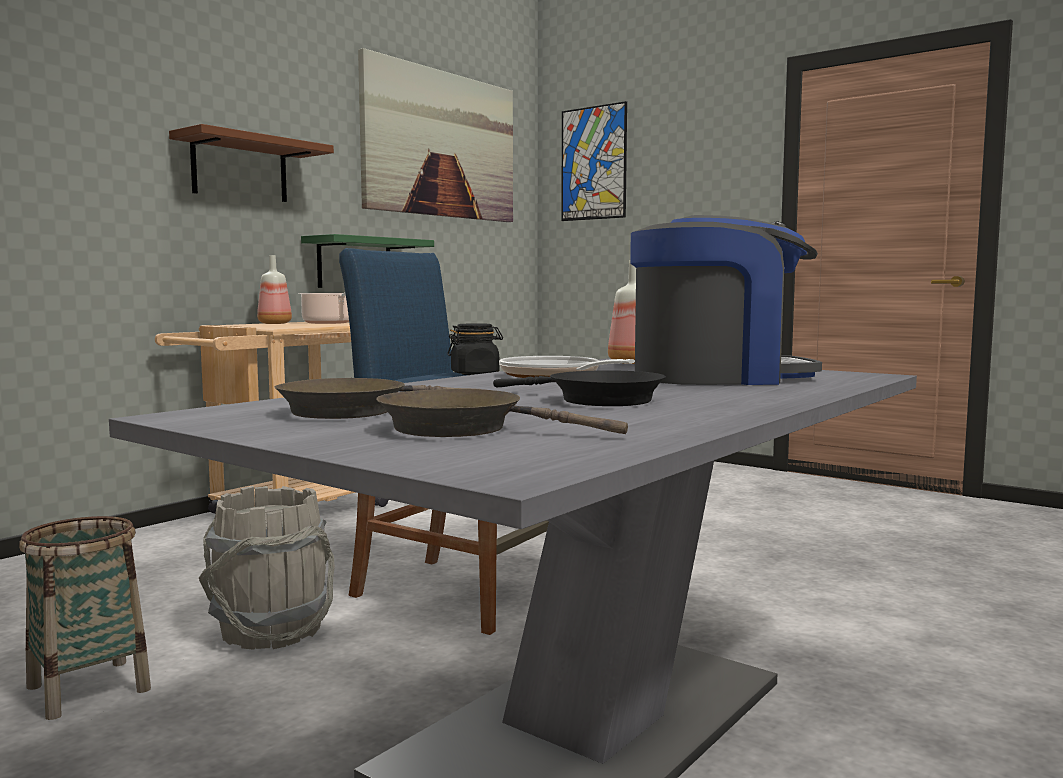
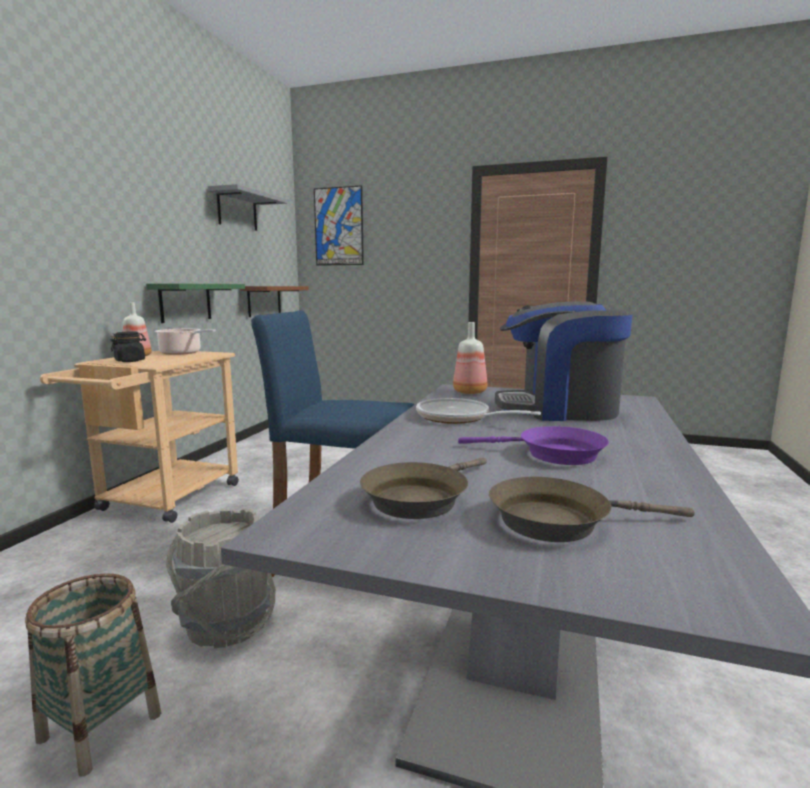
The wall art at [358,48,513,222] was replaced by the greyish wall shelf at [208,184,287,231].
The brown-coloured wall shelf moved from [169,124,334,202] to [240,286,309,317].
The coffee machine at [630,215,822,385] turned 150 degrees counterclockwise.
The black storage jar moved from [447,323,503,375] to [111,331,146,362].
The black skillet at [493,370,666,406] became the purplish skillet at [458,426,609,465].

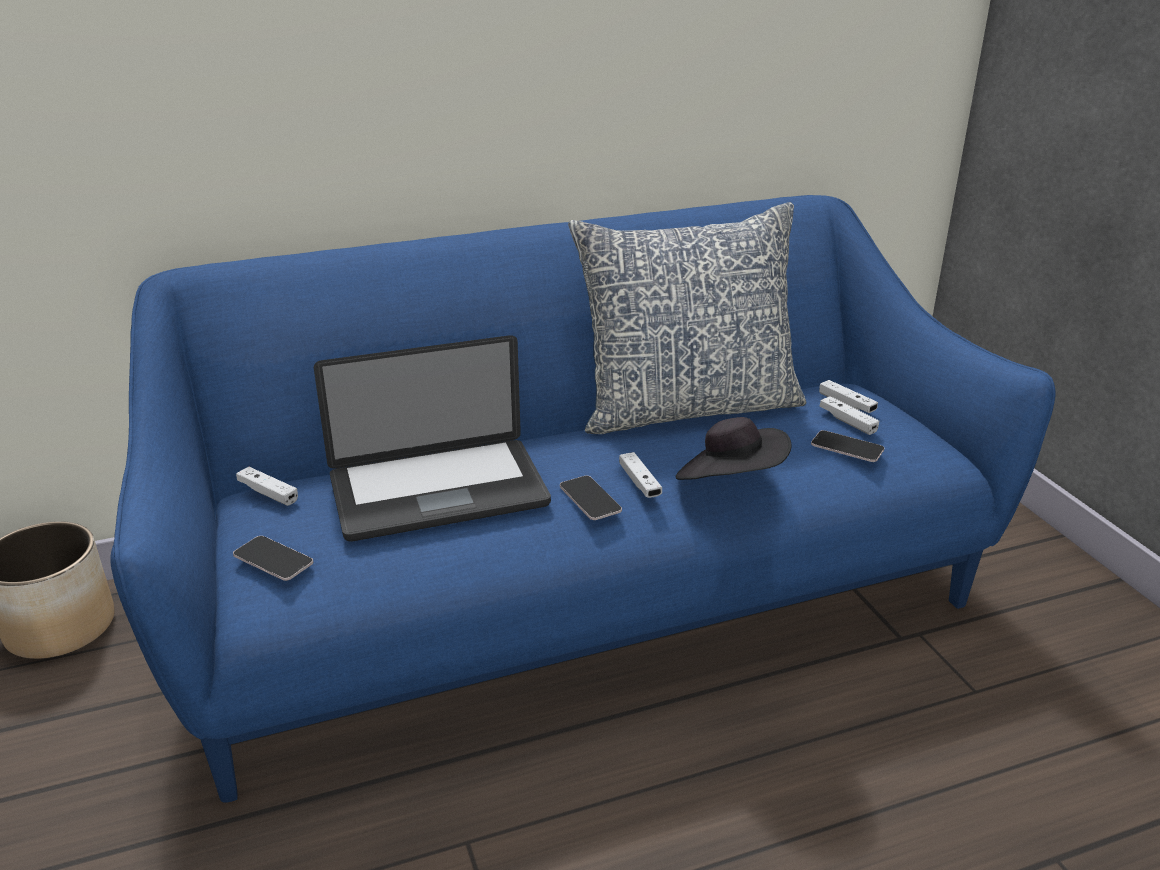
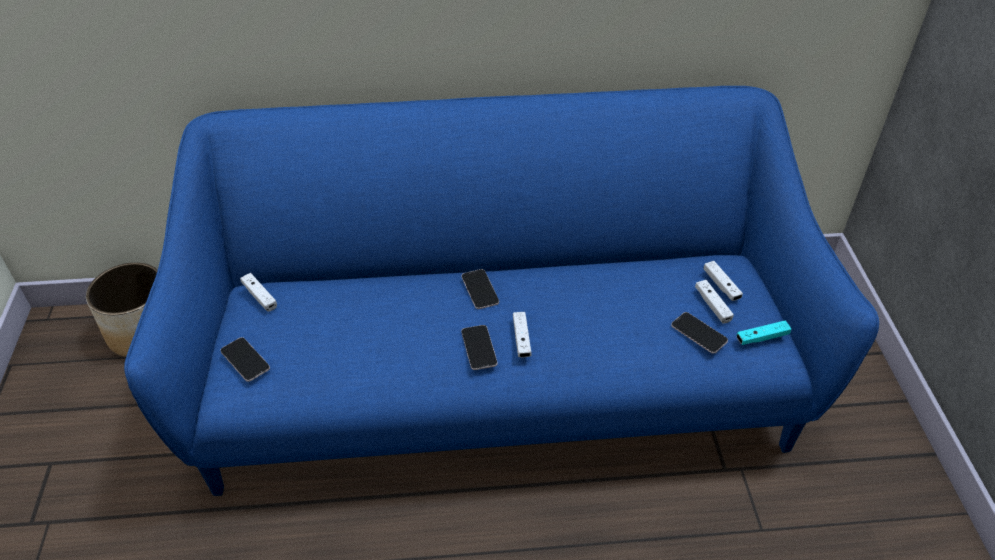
The cushion at [568,202,806,434] disappeared.
The portable computer at [314,335,551,542] disappeared.
The black clothing hat at [676,417,792,480] disappeared.
The phone at [461,269,499,309] appeared.
The blue-green joypad at [736,321,791,345] appeared.

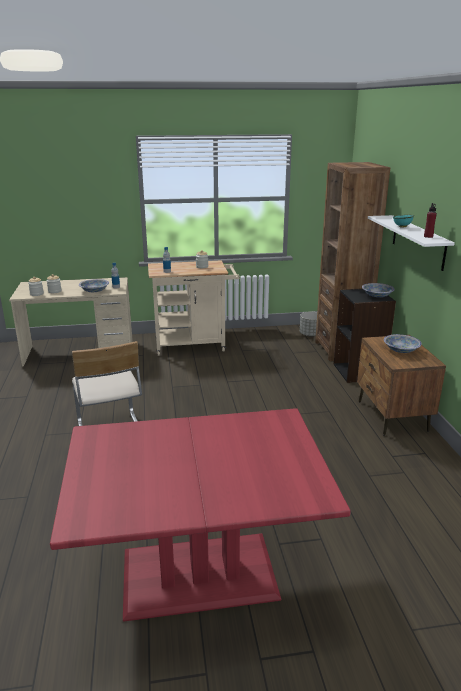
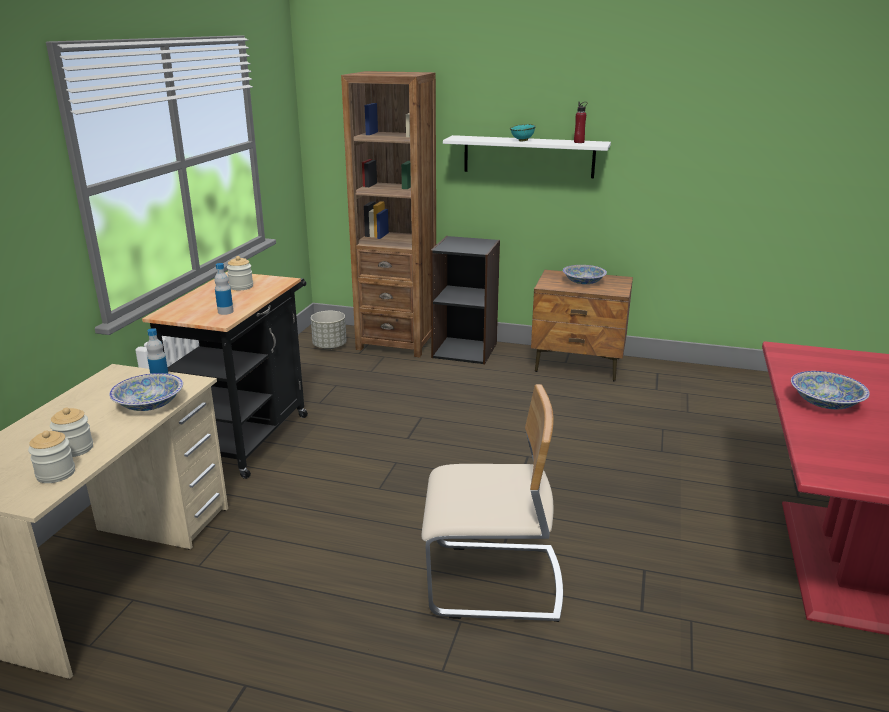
The beige-coloured wheeled cart at [148,260,240,356] became the black wheeled cart at [142,271,308,479].
The bowl moved from [362,283,395,297] to [791,371,870,409].

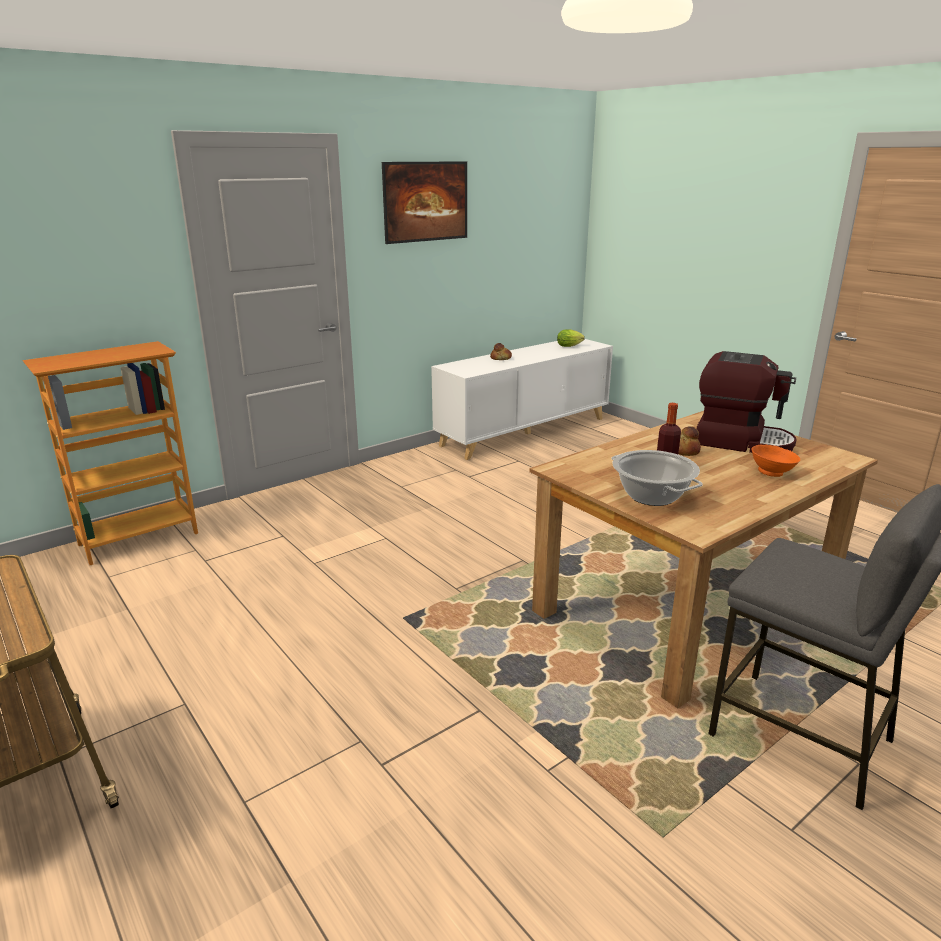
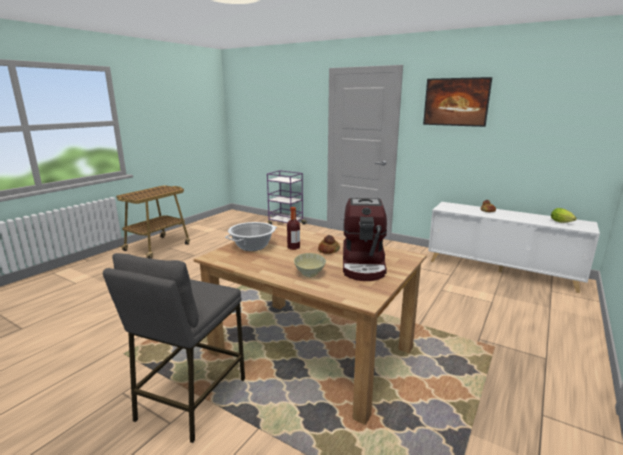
The bookcase at [22,341,198,565] was replaced by the purplish wheeled cart at [267,170,307,225].
The orange bowl at [751,445,800,477] became the beige-coloured bowl at [294,253,326,277].

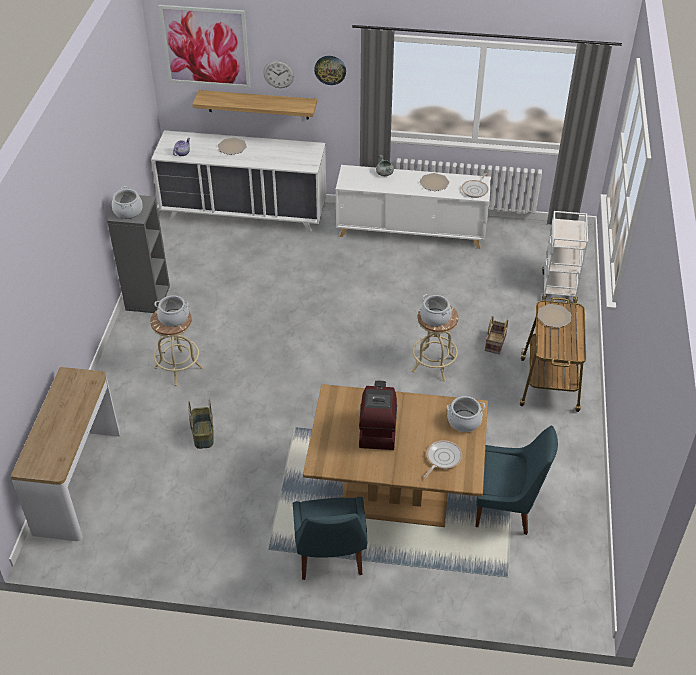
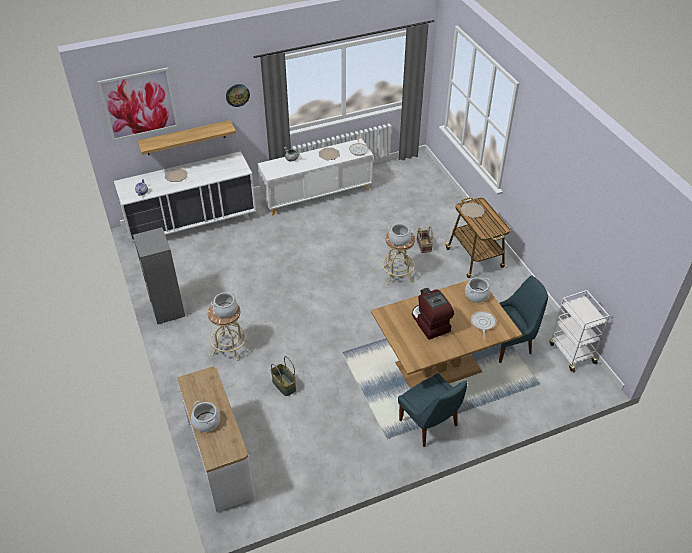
The clock on the wall at [263,60,294,88] disappeared.
The stockpot moved from [112,186,143,219] to [191,400,220,432].
The white-coloured wheeled cart moved from [542,211,588,304] to [549,290,610,373].

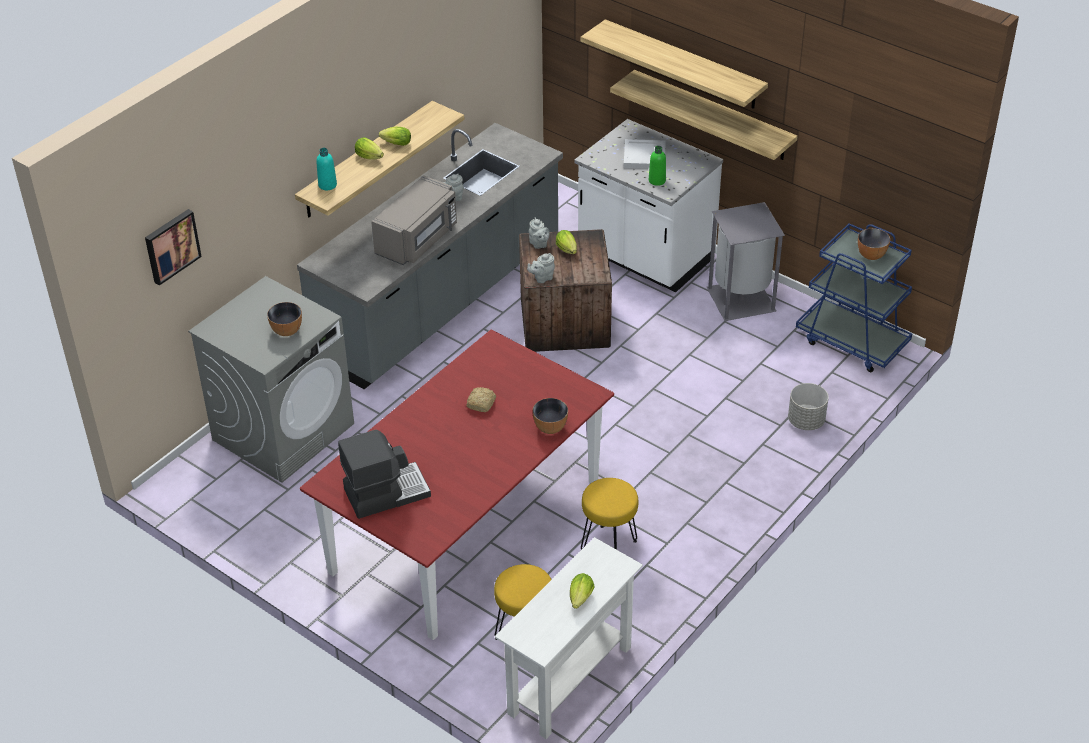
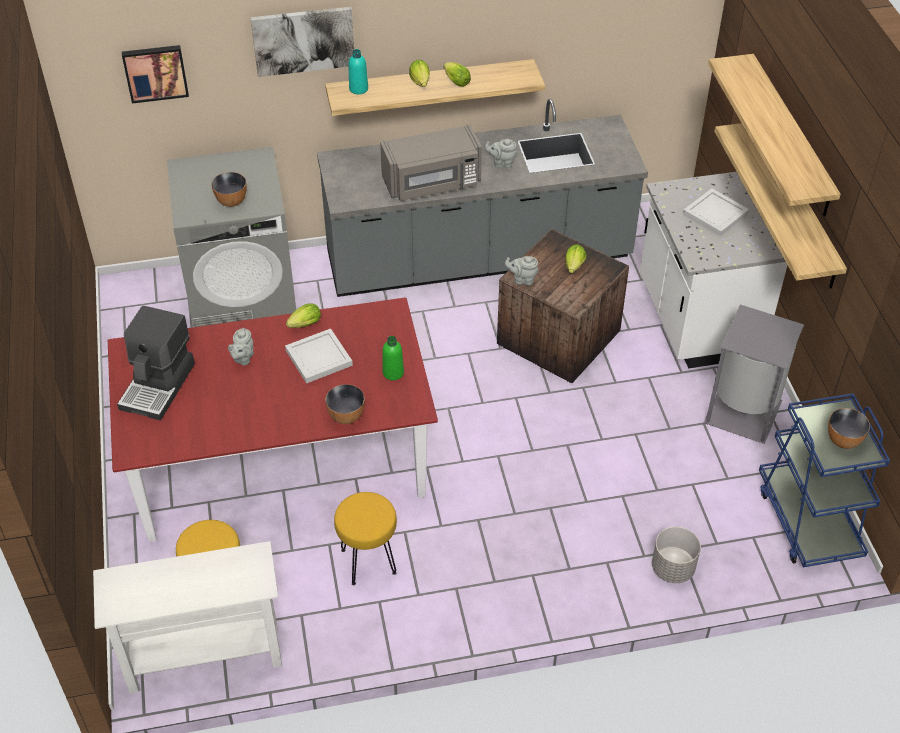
The green drink bottle moved from [649,146,666,186] to [383,336,404,381].
The greyish tea pot moved from [529,217,550,249] to [228,328,254,366].
The bakery bread at [467,387,496,412] was replaced by the white-coloured tray at [285,328,353,384].
The coffee machine at [338,430,431,519] turned 90 degrees clockwise.
The head of lettuce moved from [570,573,595,609] to [286,303,321,328].
The wall art at [250,6,354,77] appeared.

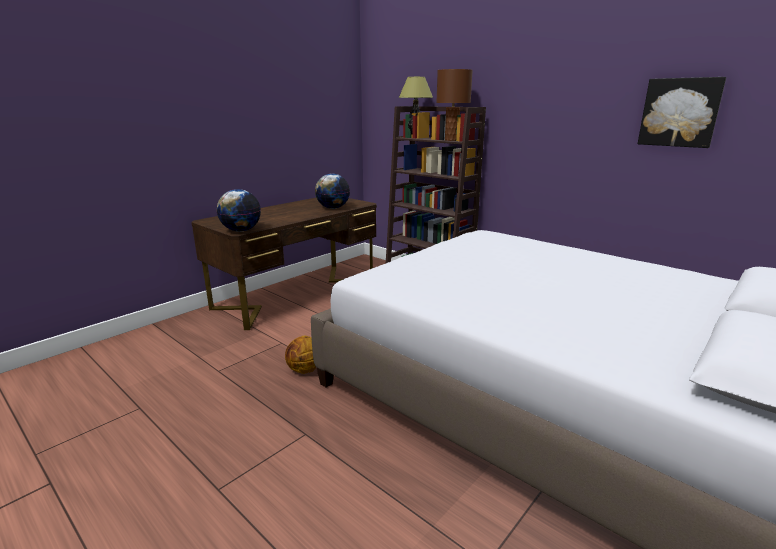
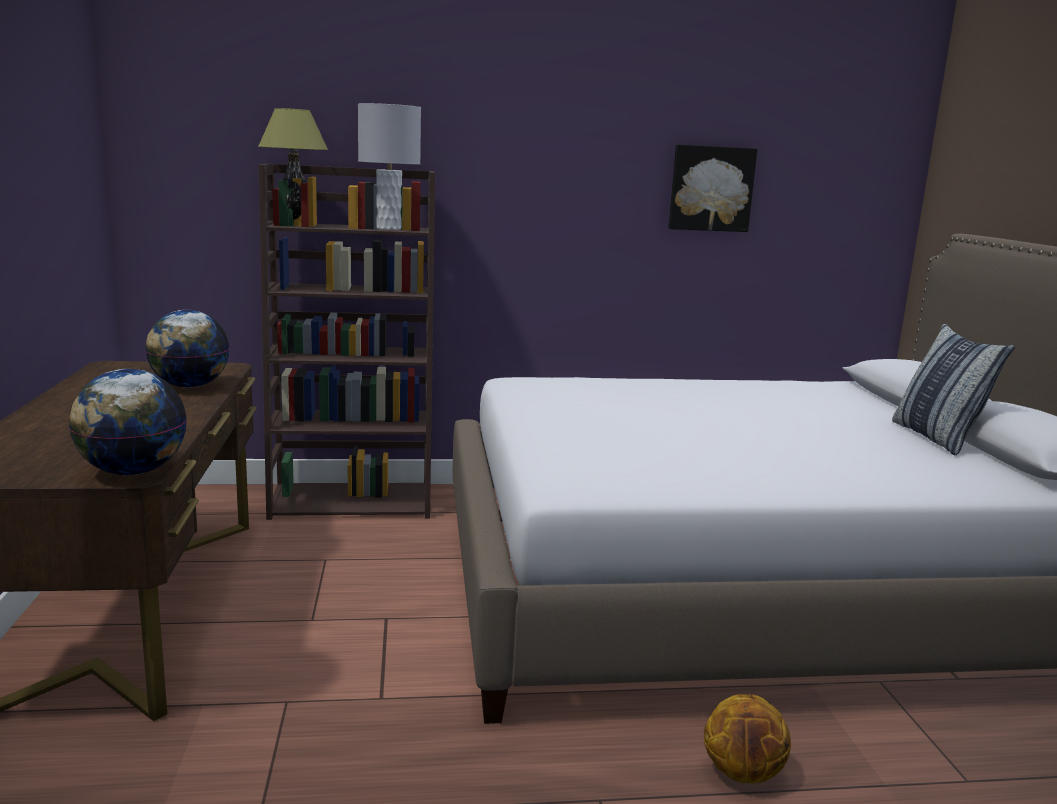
The brown-coloured table lamp at [436,69,473,141] became the greyish table lamp at [358,103,421,230].
The ball for basketball moved from [285,336,316,374] to [704,694,791,783].
The cushion at [892,324,1015,456] appeared.

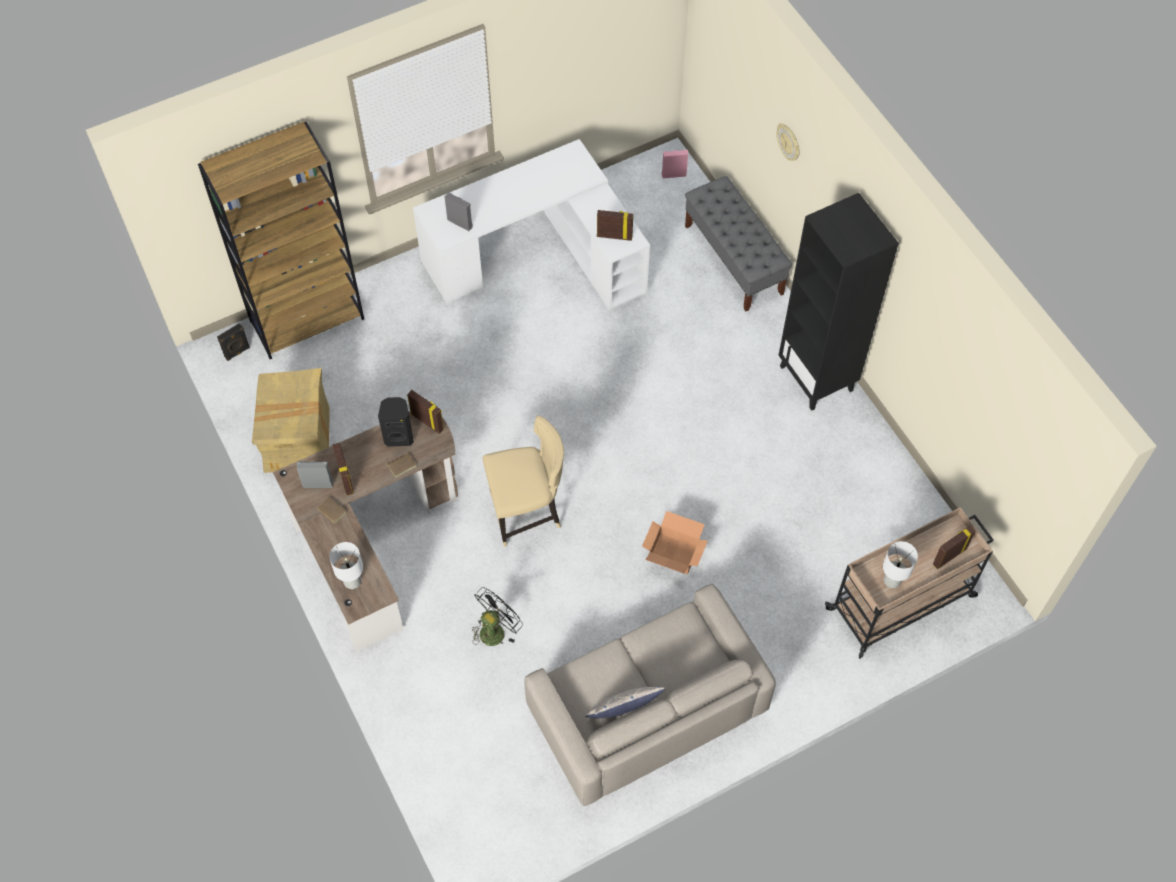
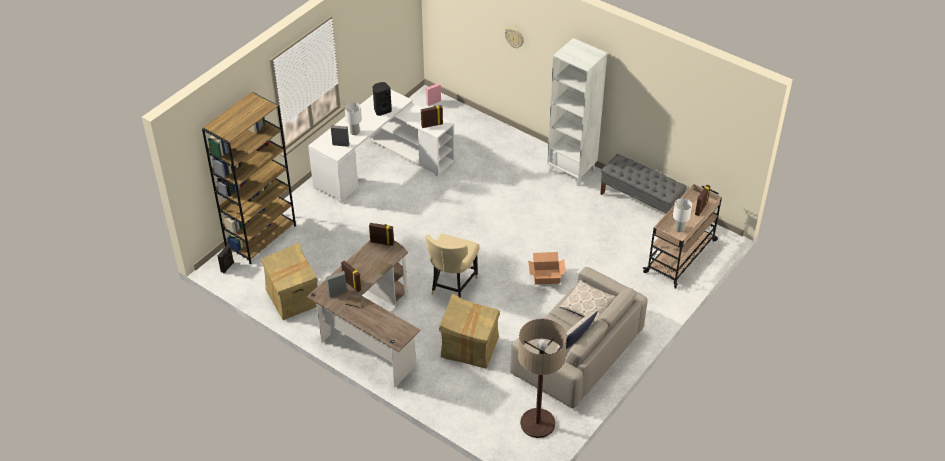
The greyish long seat moved from [685,176,792,311] to [600,154,687,213].
The black bookcase at [779,193,899,411] became the white-coloured bookcase at [547,38,607,187].
The black loudspeaker moved from [378,397,414,447] to [373,82,392,116].
The beige-coloured upright chair at [483,415,564,547] turned 150 degrees clockwise.
The white-coloured table lamp moved from [329,542,363,589] to [345,102,362,135].
The black fan at [472,587,523,646] was replaced by the packing box at [439,293,500,369].
The cushion at [559,280,616,322] appeared.
The standard lamp at [518,319,567,438] appeared.

